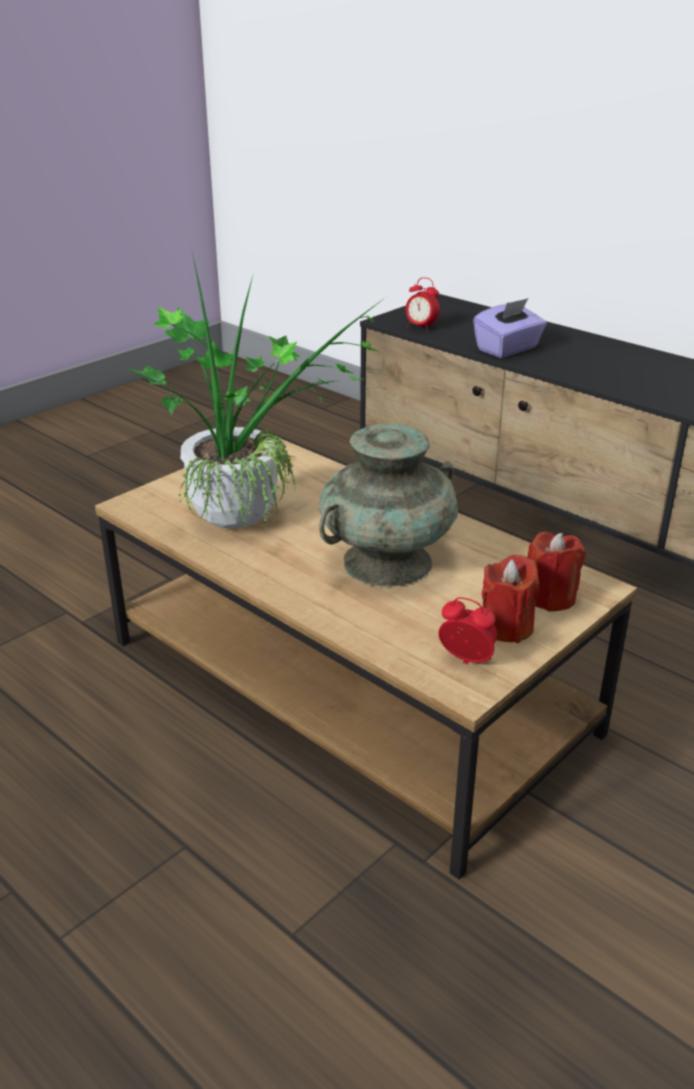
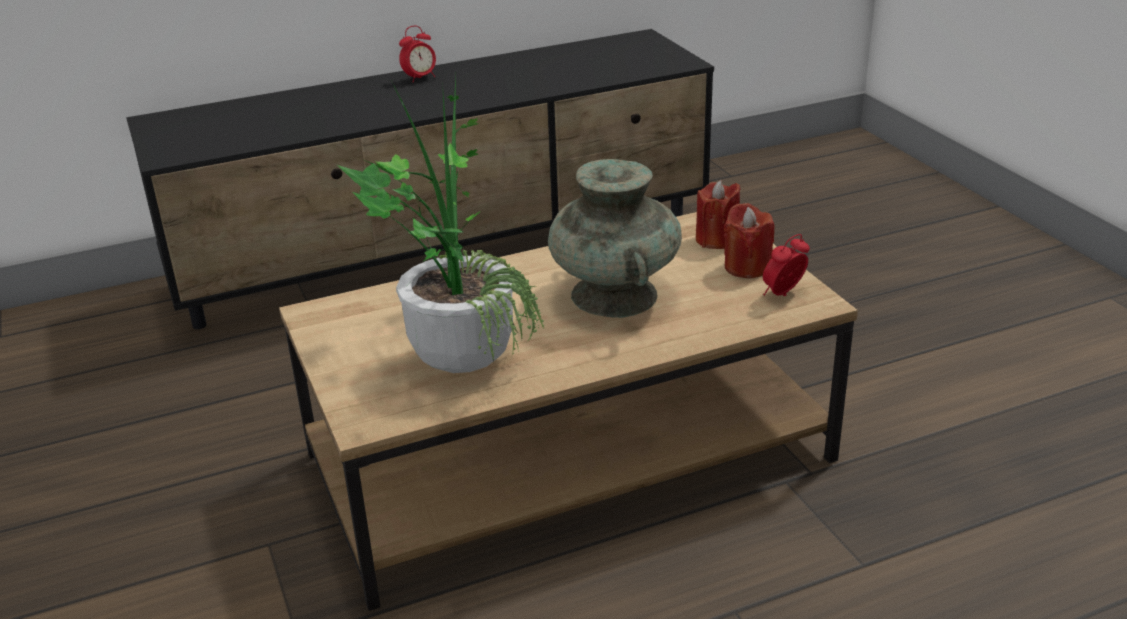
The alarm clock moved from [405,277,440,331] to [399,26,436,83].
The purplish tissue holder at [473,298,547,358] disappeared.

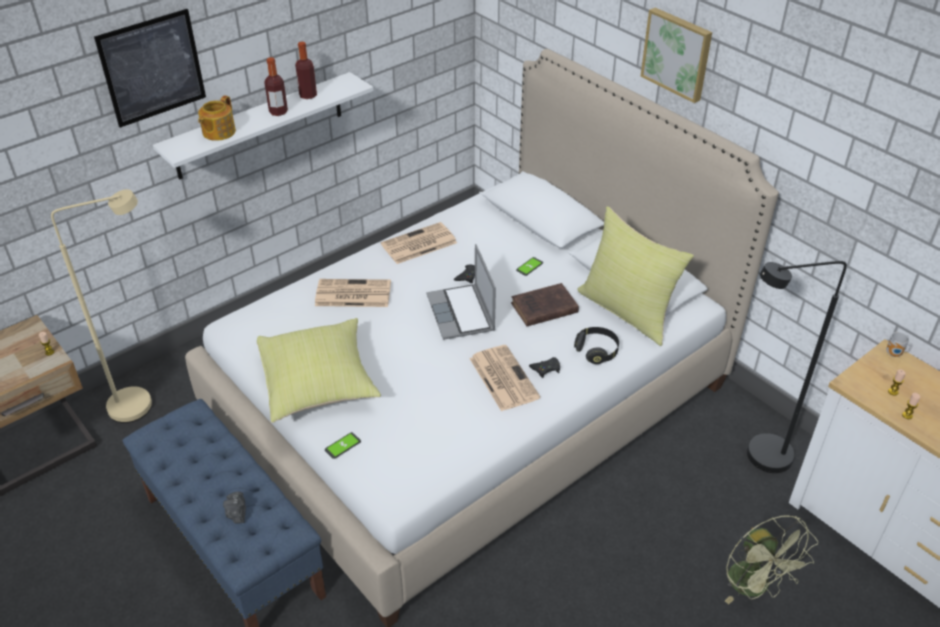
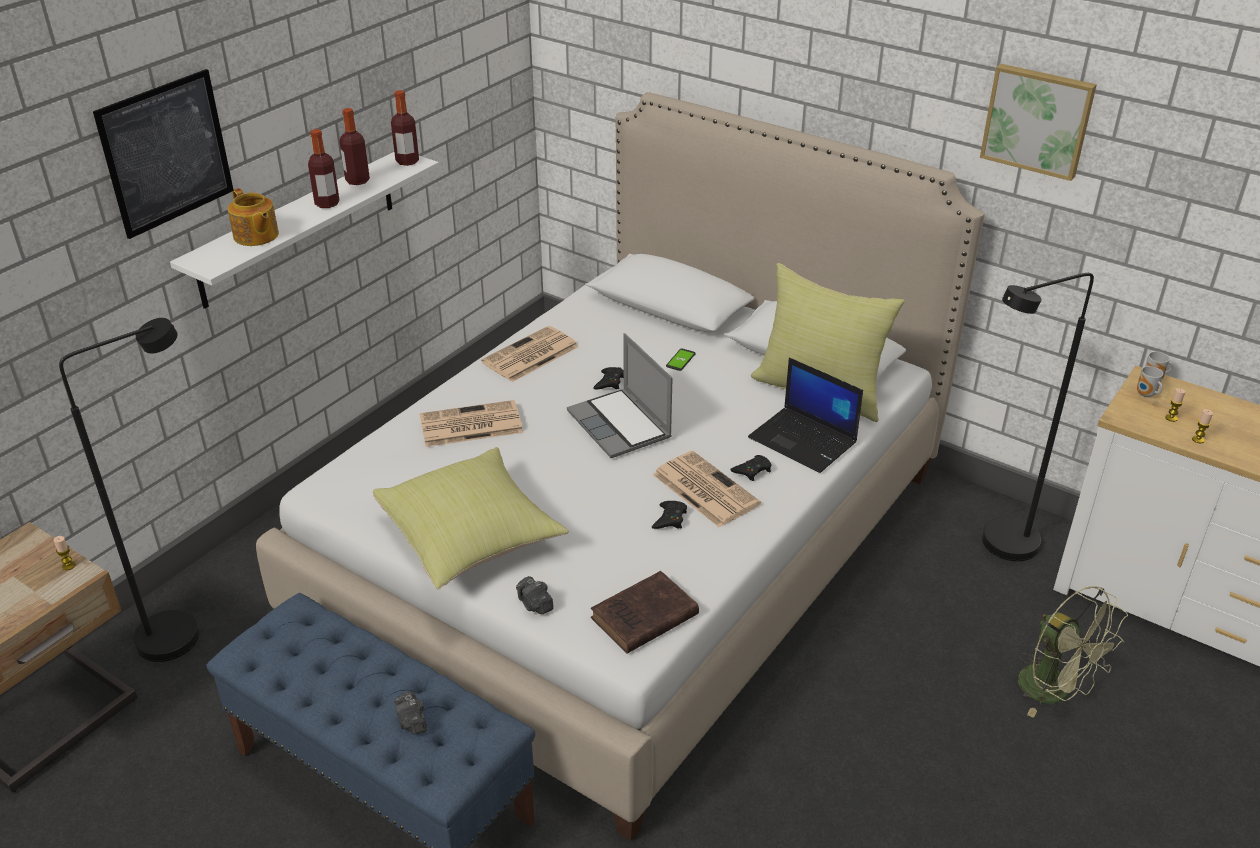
The wall art moved from [640,8,712,103] to [980,64,1097,181].
The tea pot at [198,95,236,141] turned 45 degrees counterclockwise.
The beige-coloured standard lamp at [51,189,152,423] became the black standard lamp at [59,318,199,662].
The brown-coloured bound book moved from [511,283,579,326] to [591,571,699,654].
The black headphones at [574,327,619,364] was replaced by the portable computer at [748,358,863,473].
The phone at [325,432,361,459] was replaced by the still camera at [516,576,554,614].
The drink bottle at [391,90,419,166] appeared.
The coffee mug at [1137,366,1163,397] appeared.
The black joypad at [652,501,687,529] appeared.

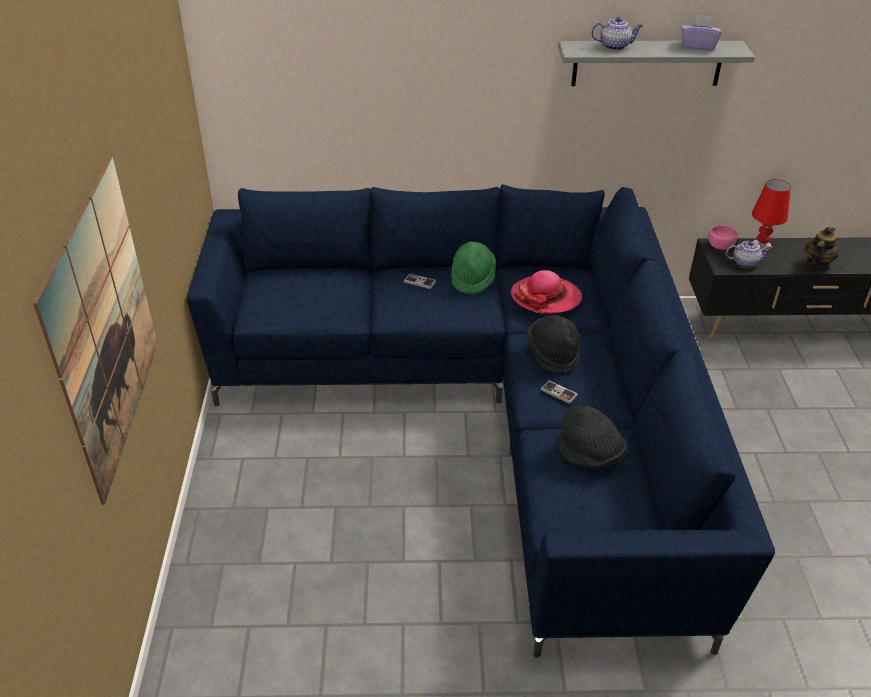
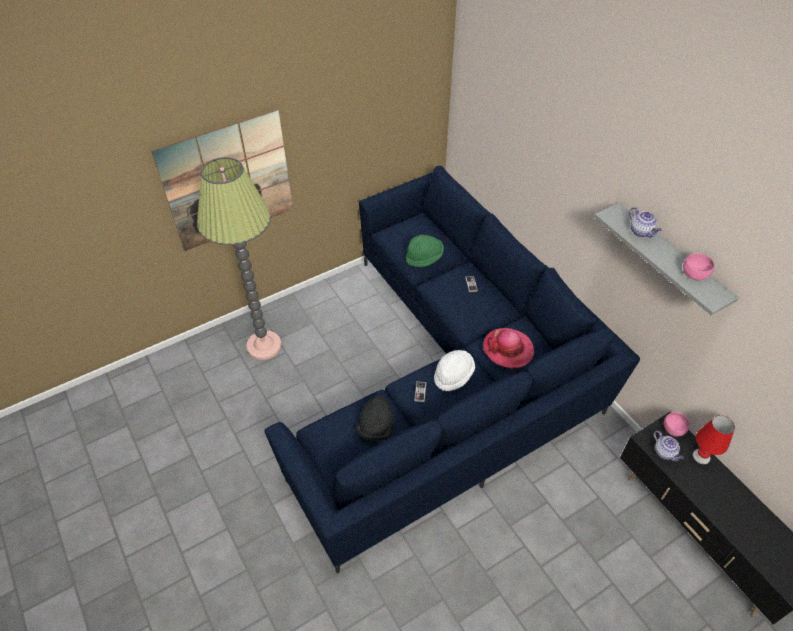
The purplish tissue holder at [681,15,721,51] was replaced by the pinkish bowl at [683,253,714,280].
The tea pot at [805,227,839,270] disappeared.
The green clothing hat moved from [451,241,496,295] to [406,235,444,267].
The black clothing hat at [526,315,580,374] became the white-coloured clothing hat at [434,350,475,391].
The standard lamp at [197,157,282,360] appeared.

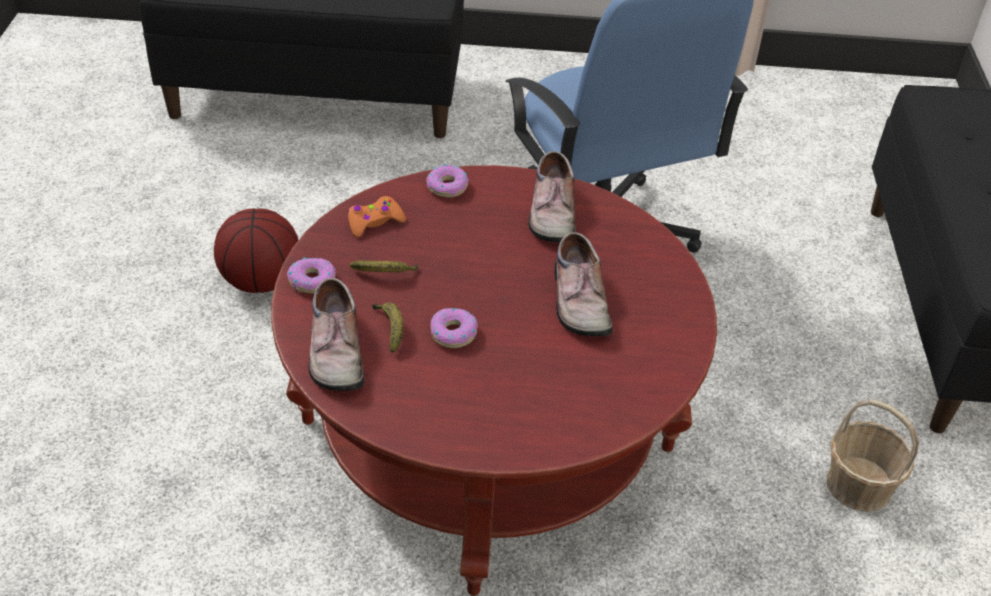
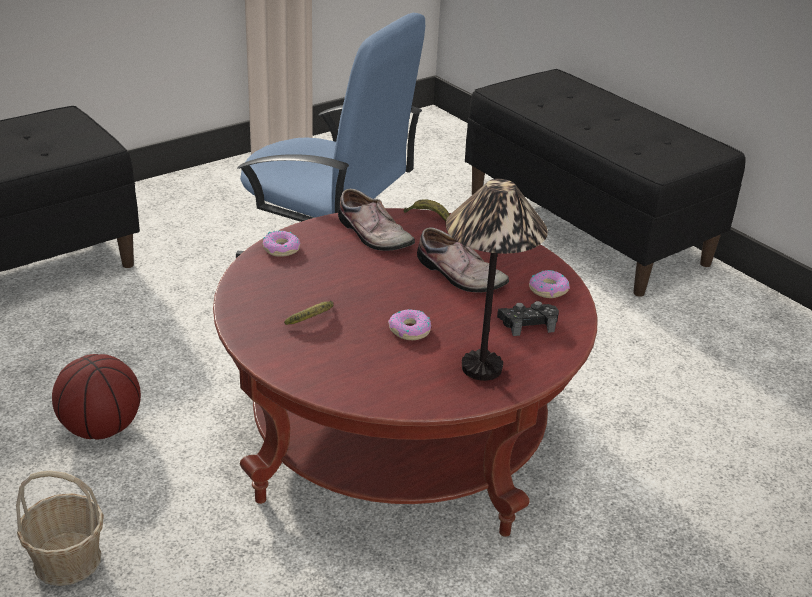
The orange joypad at [348,196,406,238] disappeared.
The doughnut moved from [287,258,336,293] to [529,270,570,298].
The shoe at [309,278,364,391] disappeared.
The whole banana moved from [372,302,403,352] to [403,199,450,222].
The household basket moved from [826,399,919,512] to [16,470,104,586].
The table lamp at [446,179,548,381] appeared.
The black joypad at [497,301,559,336] appeared.

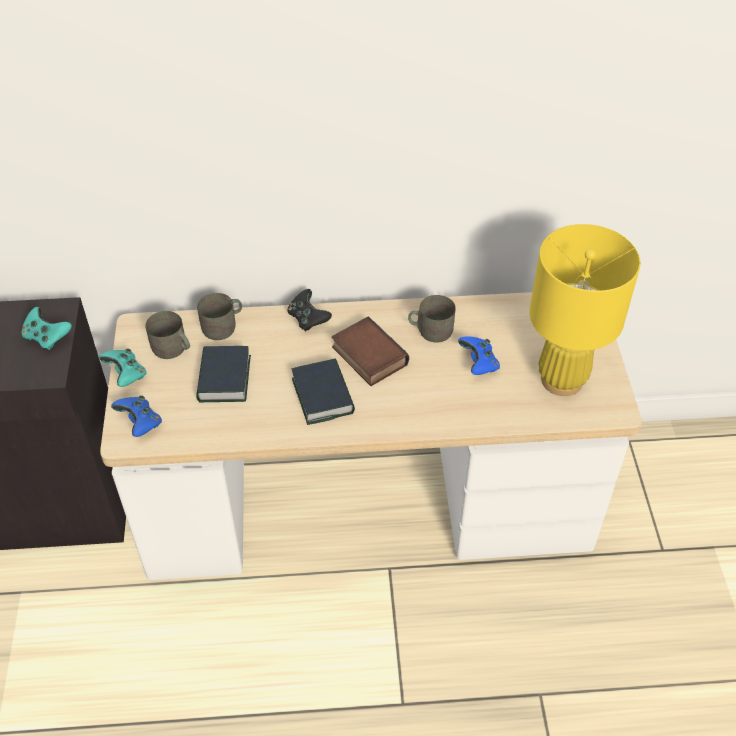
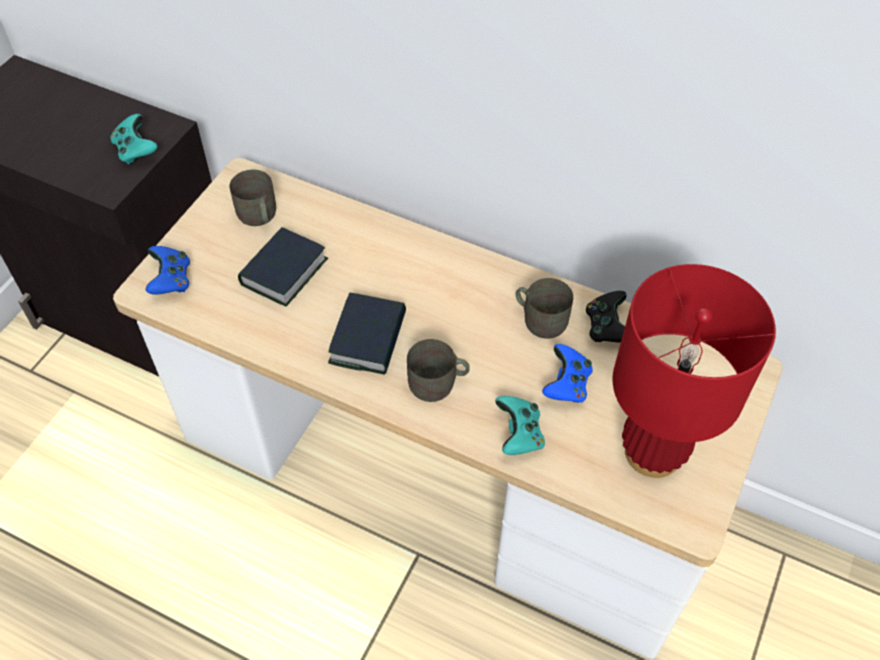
The yellow-coloured table lamp at [529,224,640,396] became the reddish table lamp at [612,264,776,478].
The black joypad moved from [287,289,332,332] to [586,291,627,343].
The greyish coffee mug moved from [197,293,242,340] to [407,339,470,402].
The bound book at [332,316,409,386] disappeared.
The blue-green joypad moved from [99,348,147,387] to [495,396,545,455].

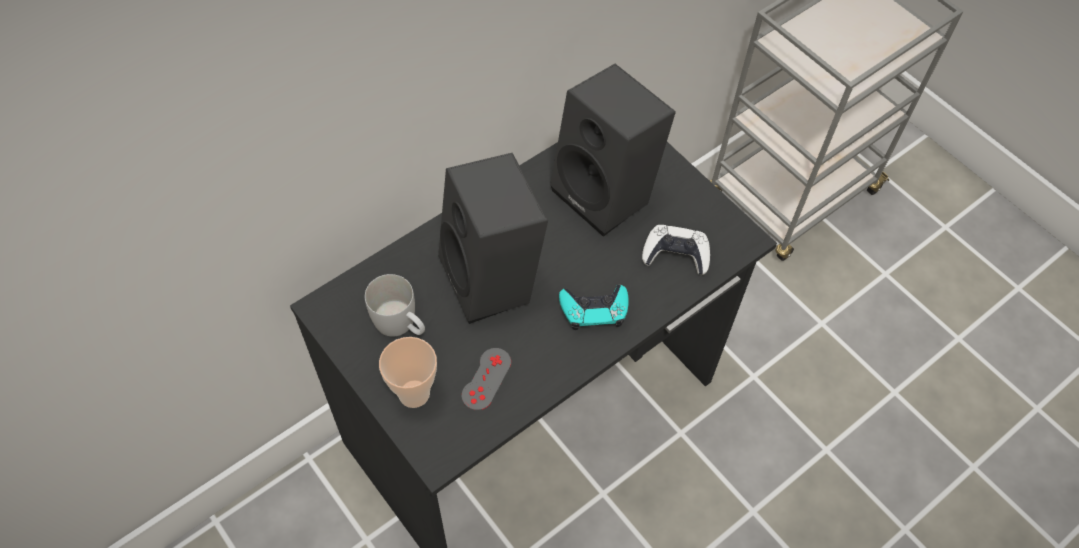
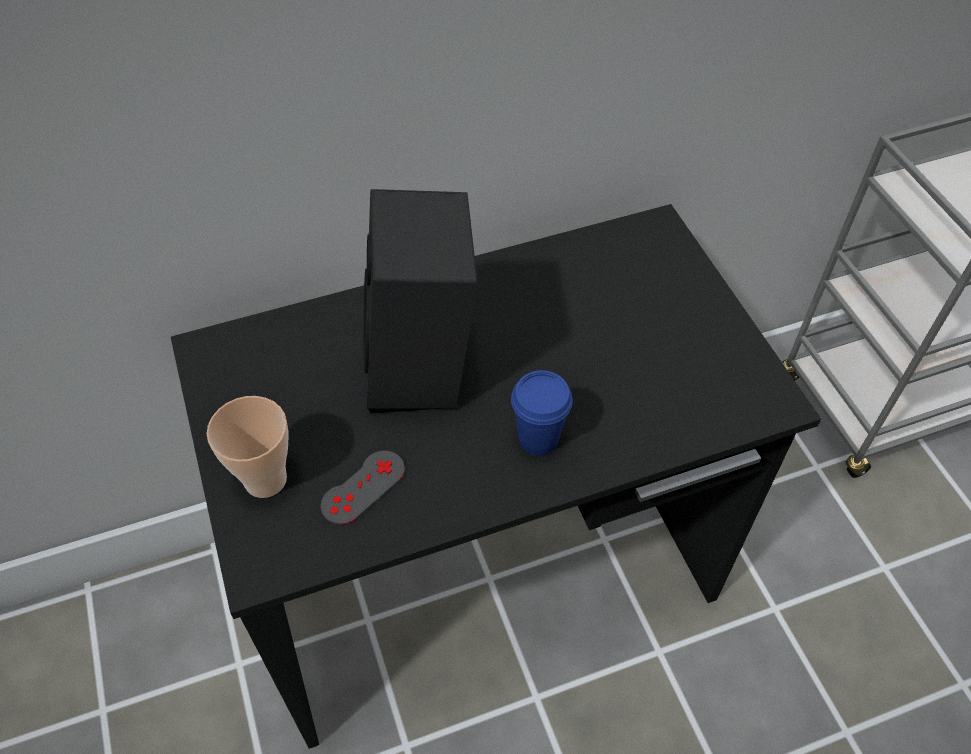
The black loudspeaker at [550,64,676,237] disappeared.
The white-coloured joypad at [642,224,710,275] disappeared.
The white-coloured coffee mug at [365,274,425,337] disappeared.
The blue-green joypad at [559,285,629,330] was replaced by the blue cup at [511,370,573,456].

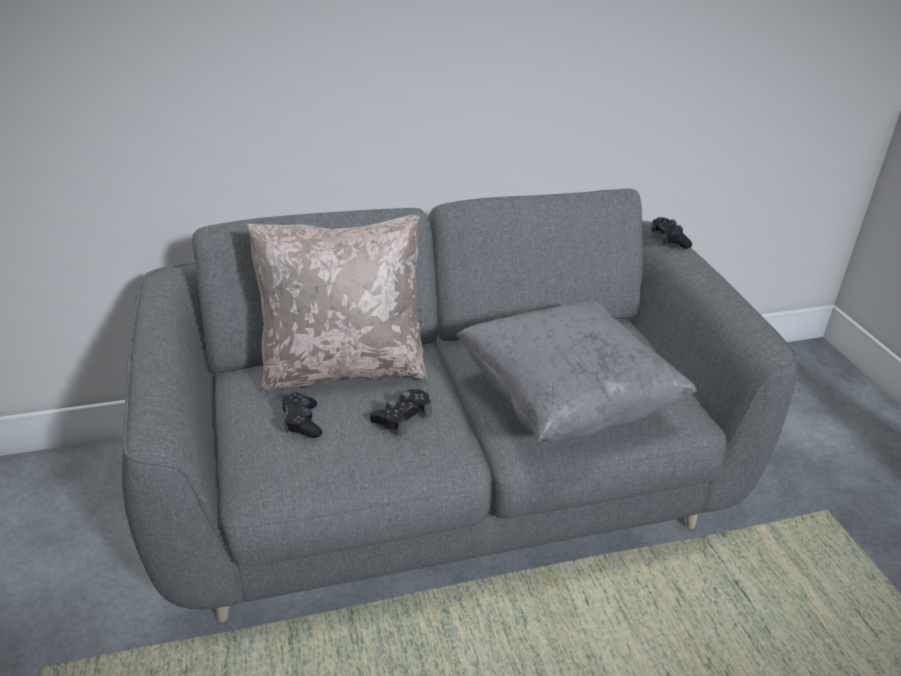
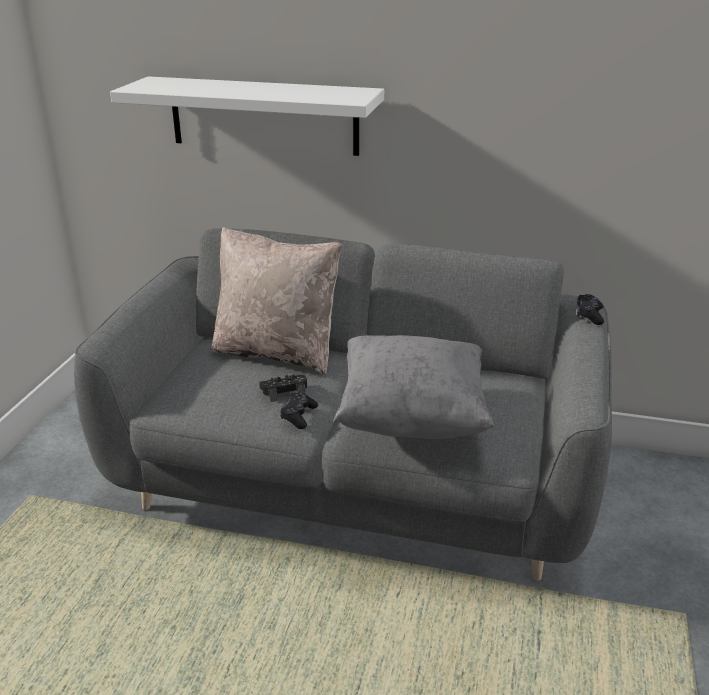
The black joypad moved from [281,392,322,438] to [280,392,318,429].
The white-coloured wall shelf at [110,76,384,156] appeared.

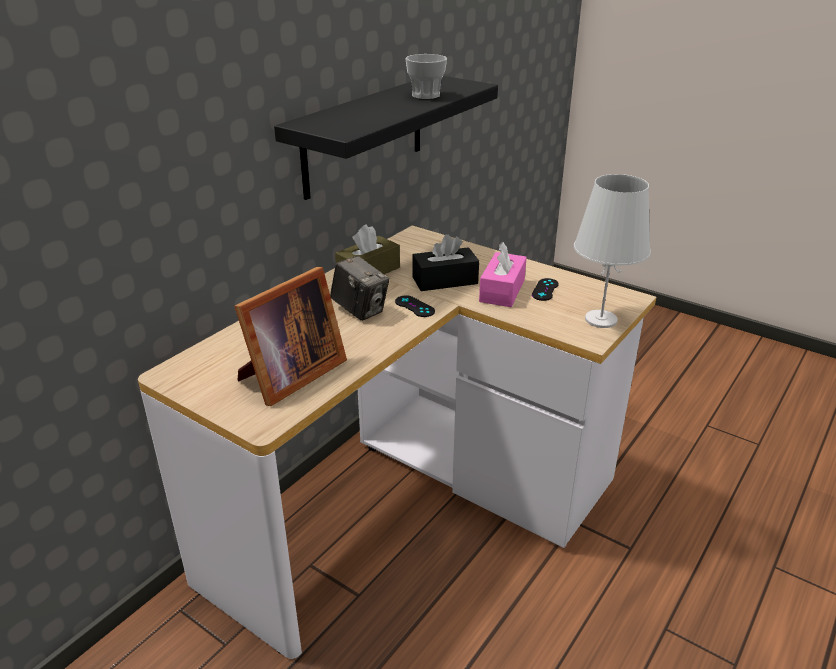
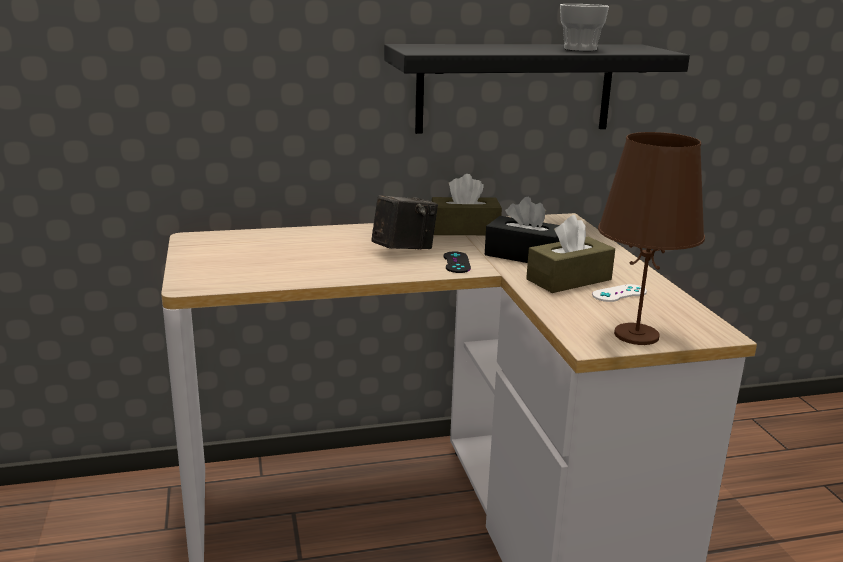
The white-coloured table lamp at [574,174,651,328] became the brown-coloured table lamp at [598,132,705,345].
The pinkish tissue holder at [479,242,527,307] became the brown-coloured tissue holder at [526,215,615,293].
The still camera at [330,256,389,321] turned 120 degrees counterclockwise.
The picture frame at [234,267,347,406] disappeared.
The black joypad at [532,278,559,301] became the white-coloured joypad at [592,284,647,302].

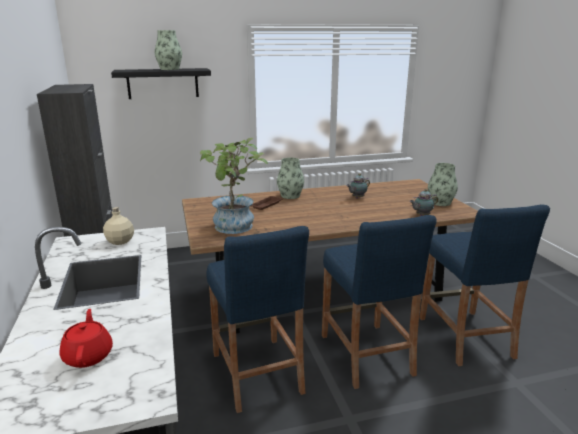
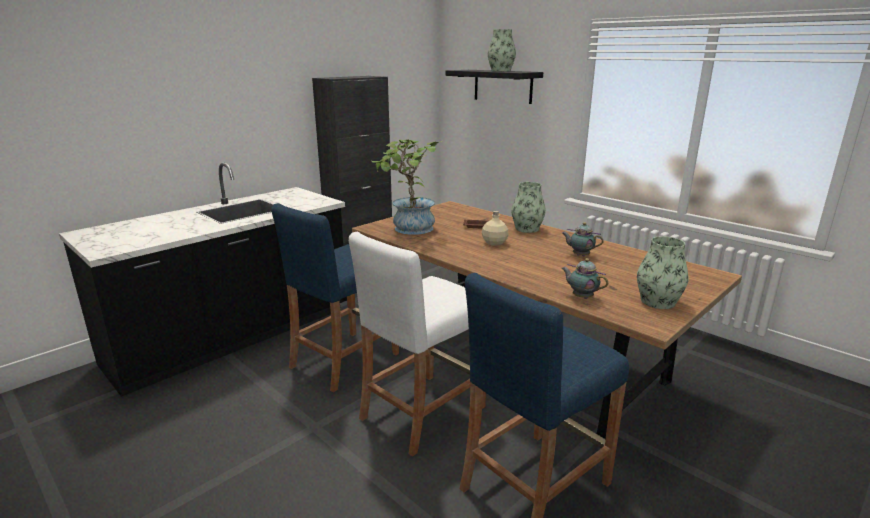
The beige-coloured drink bottle moved from [103,207,134,245] to [482,211,509,246].
The blue stool seat at [322,215,437,389] became the white-coloured stool seat at [349,232,486,457].
The reddish tea pot at [59,309,113,368] disappeared.

